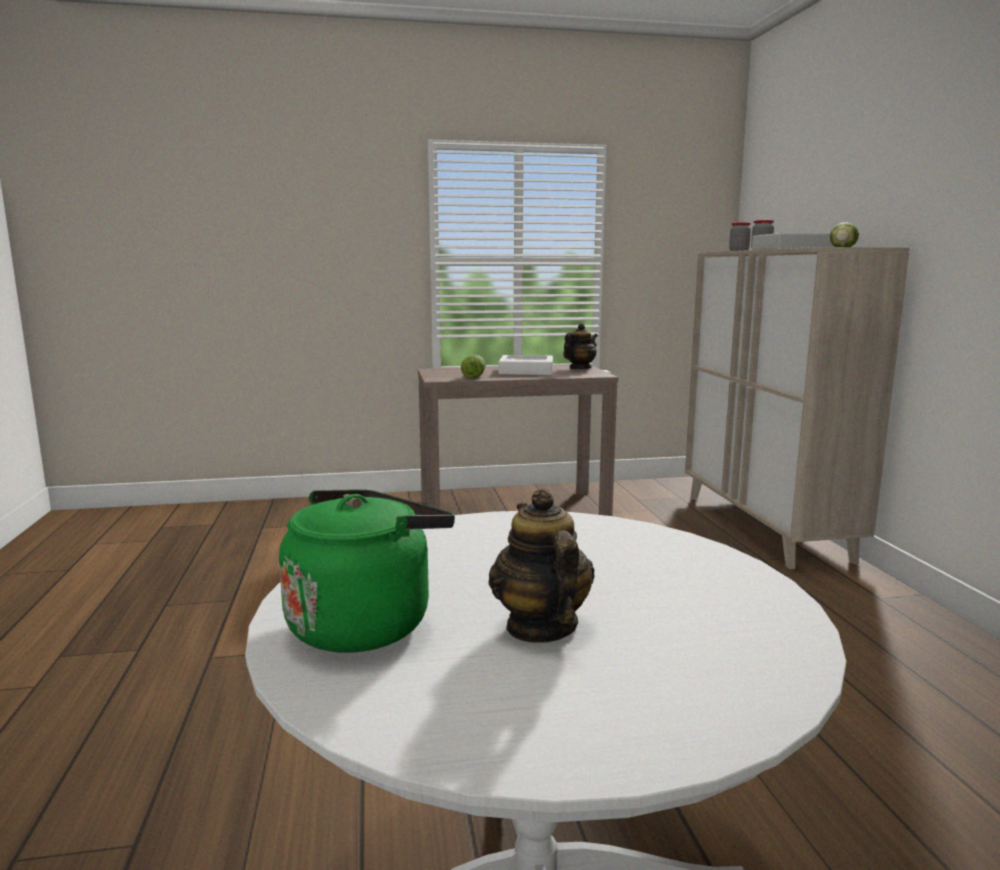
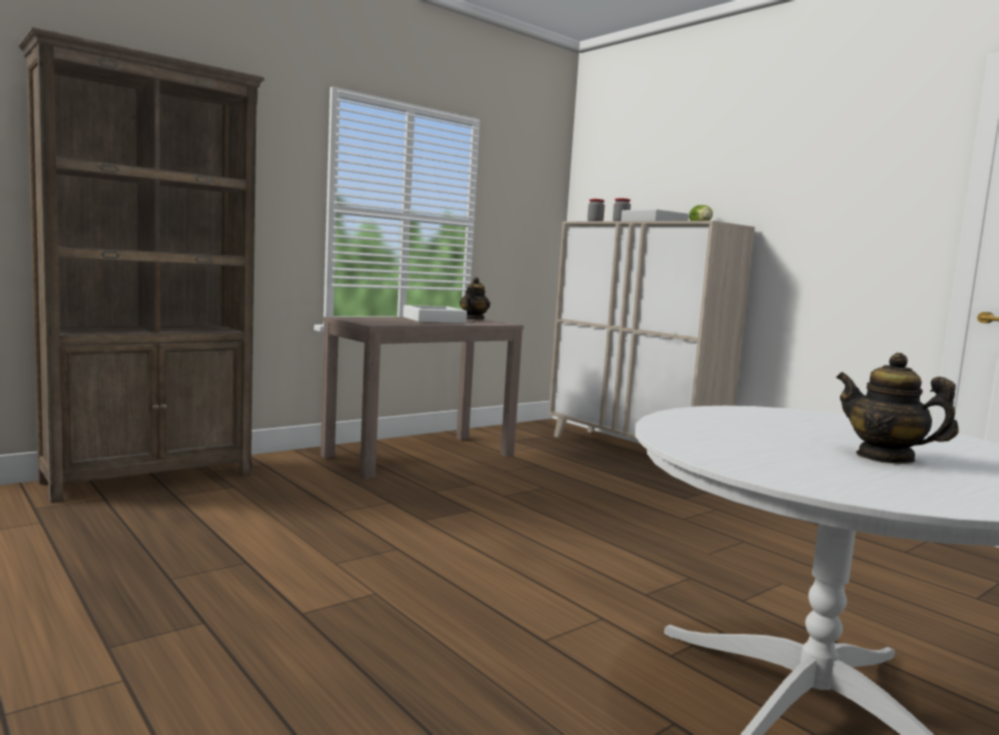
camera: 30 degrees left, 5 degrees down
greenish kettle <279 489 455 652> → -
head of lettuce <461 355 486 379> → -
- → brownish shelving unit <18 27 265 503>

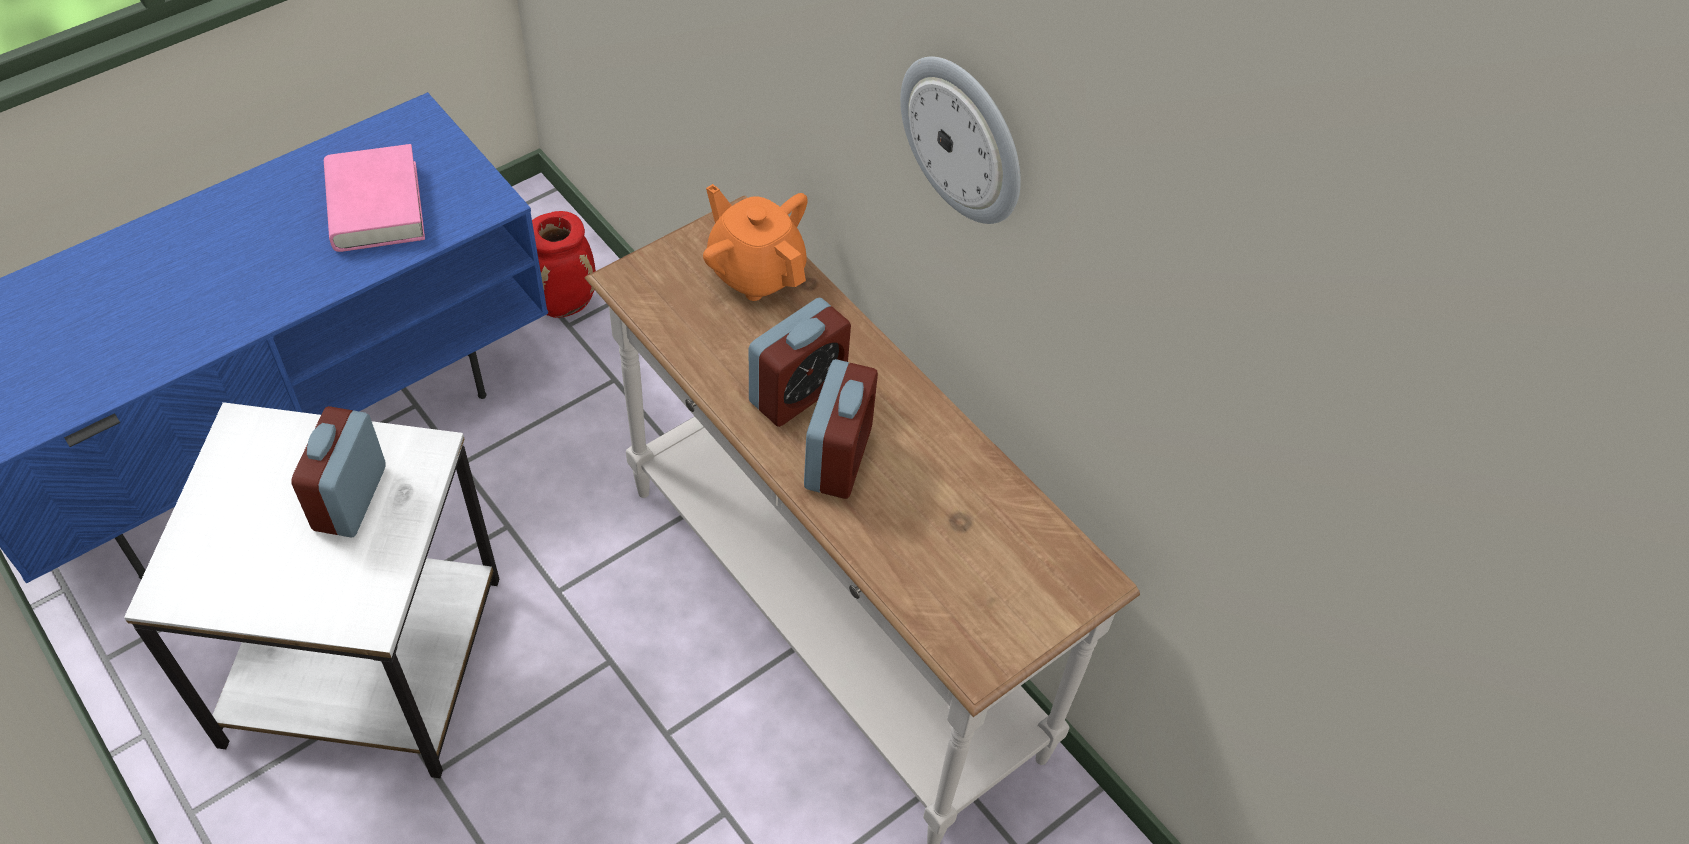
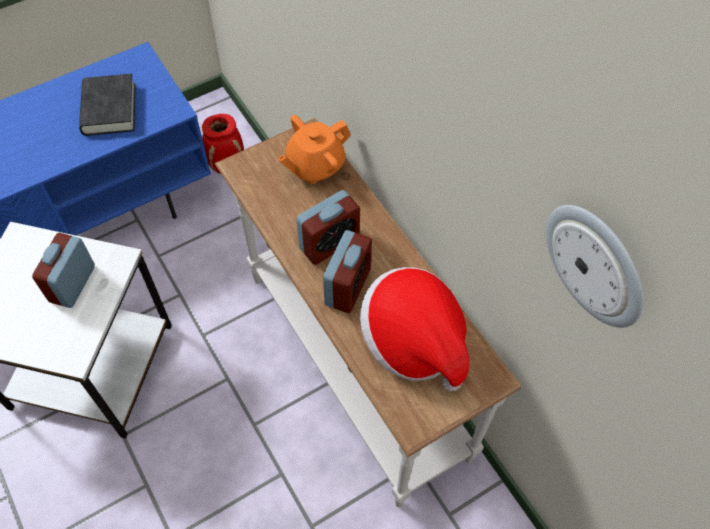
camera: 10 degrees right, 5 degrees up
- → wearable hat <360 267 470 391>
hanging clock <900 56 1021 224> → hanging clock <546 205 644 328>, relocated
pink-coloured book <324 144 425 252> → black book <79 74 135 136>
orangey pot for tea <703 184 808 301> → orangey pot for tea <277 115 351 184>, 90 degrees counterclockwise

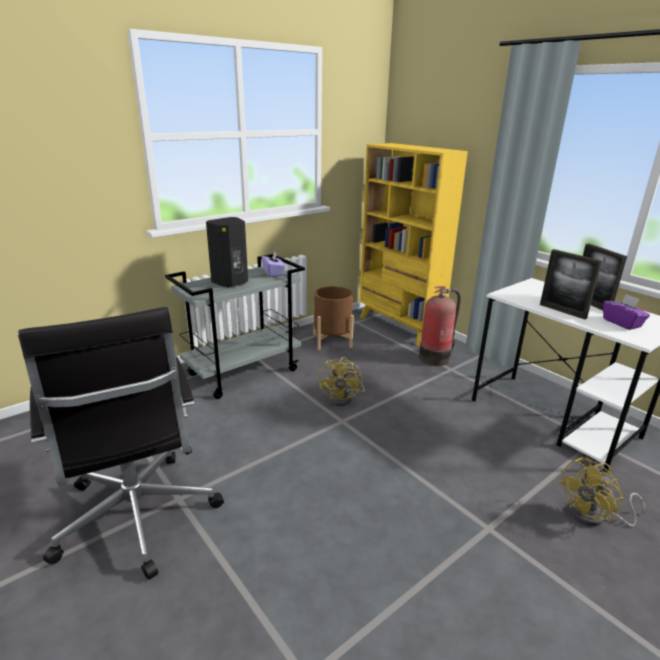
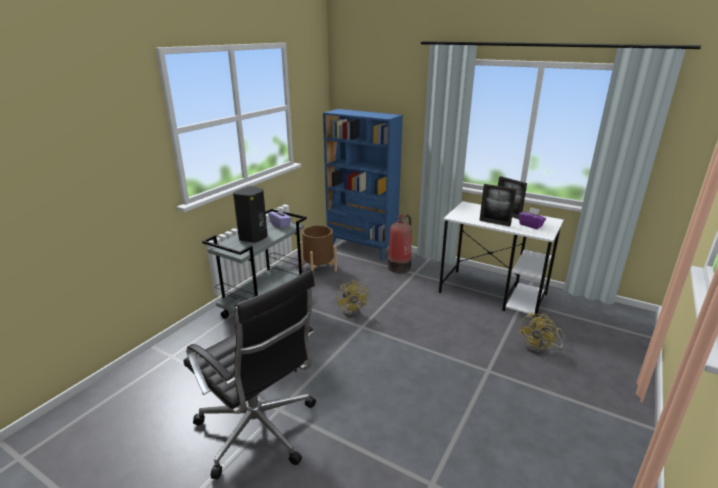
camera: 20 degrees left, 0 degrees up
yellow-coloured shelving unit <360 143 468 346> → bluish shelving unit <323 109 403 261>

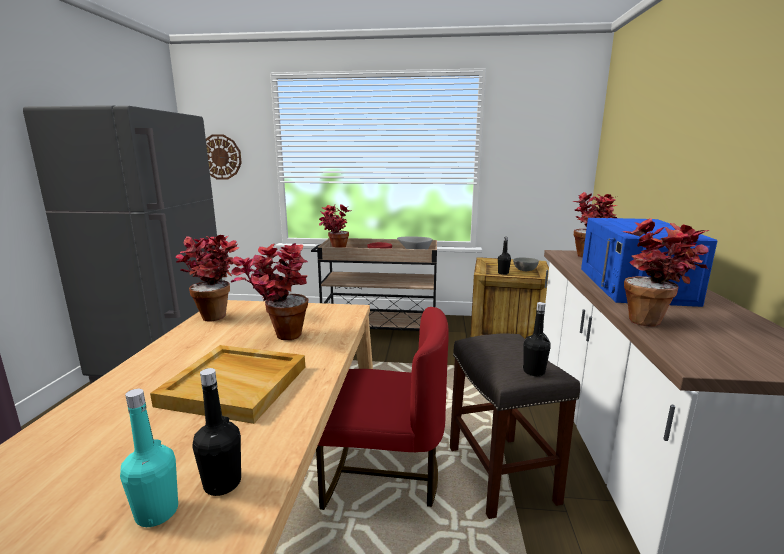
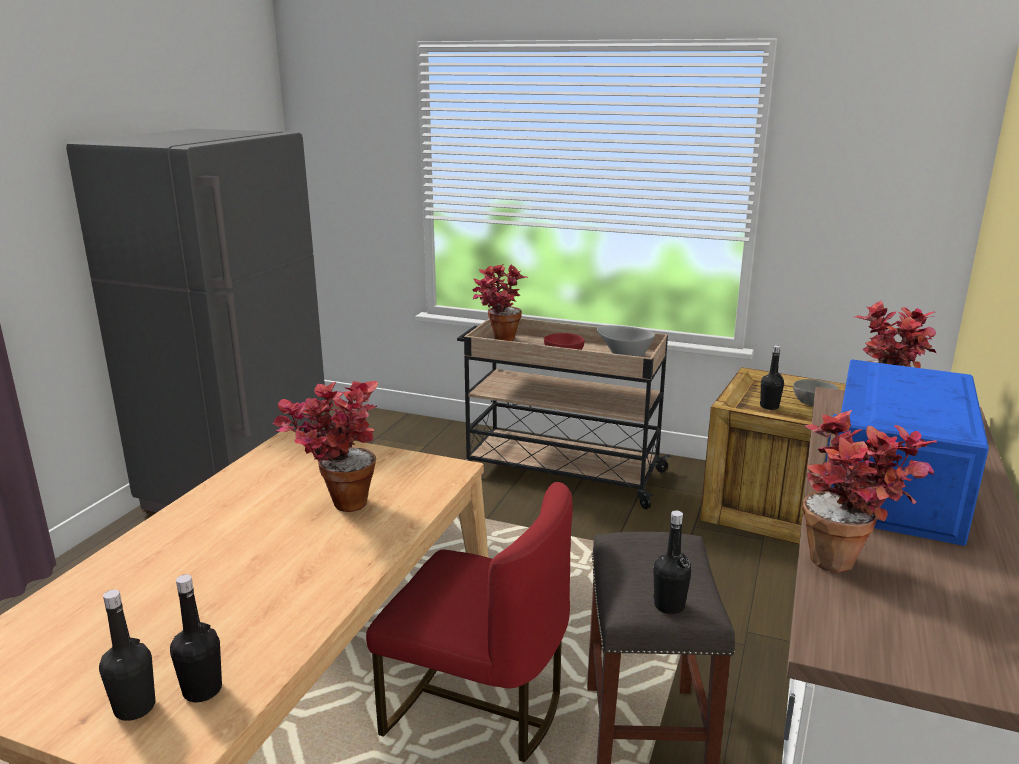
camera: 15 degrees right, 5 degrees up
sand-coloured carrying tray <150 345 305 424> → -
plant in a pot <176 235 239 322> → -
hanging clock <206 134 242 180> → -
turquoise beverage bottle <120 389 178 527> → black beverage bottle <99 589 155 721>

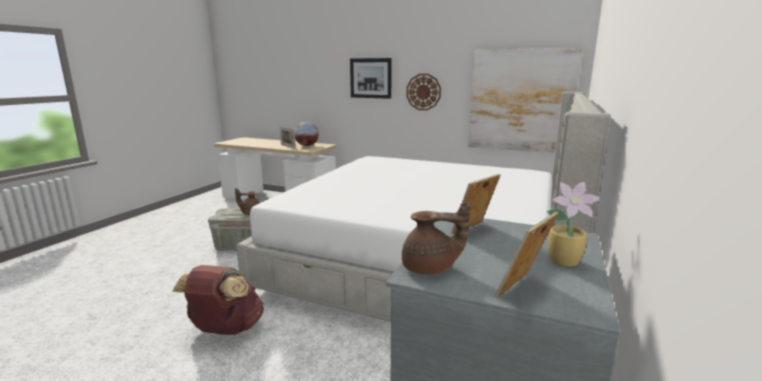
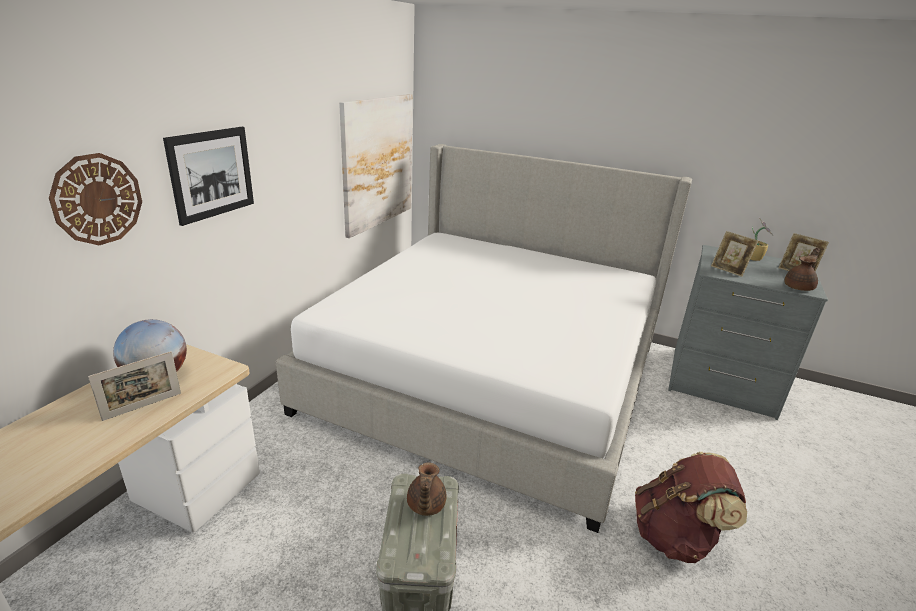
camera: 90 degrees left, 10 degrees up
hanging clock <406 74 441 110> → hanging clock <49 153 142 245>, relocated
brownish pot for tea <402 202 470 275> → brownish pot for tea <784 247 820 291>, 45 degrees clockwise

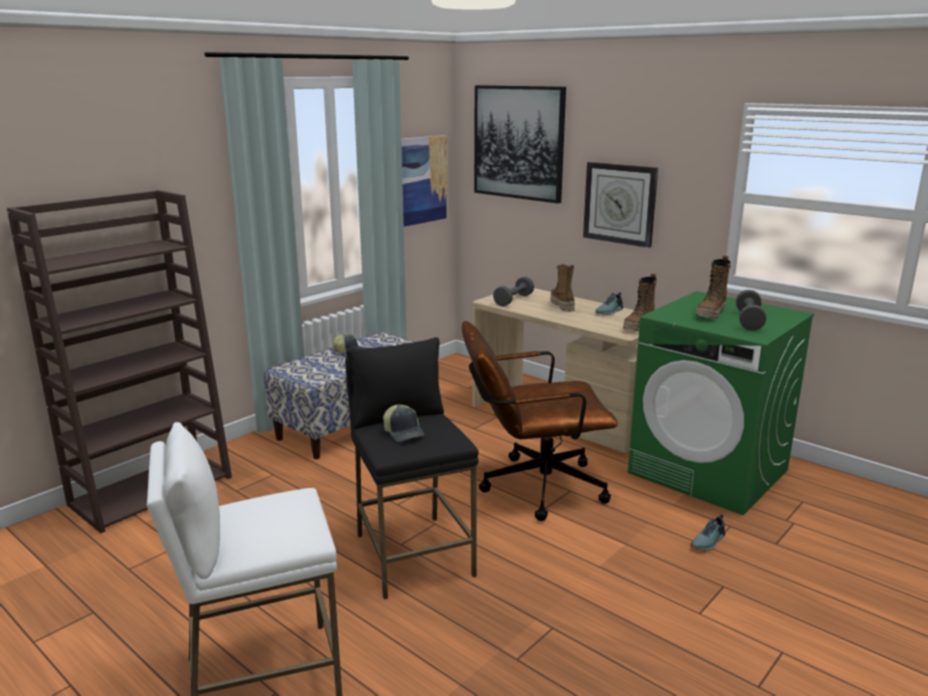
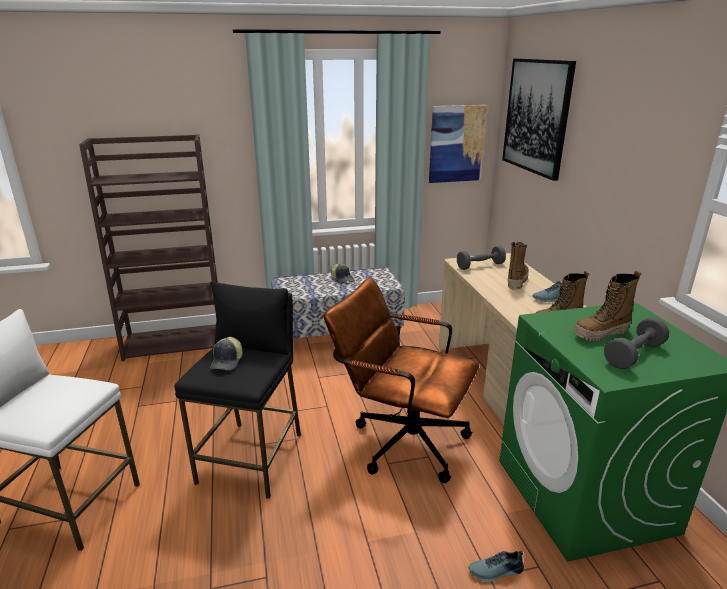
camera: 35 degrees right, 5 degrees up
hanging clock <583 162 658 248> → -

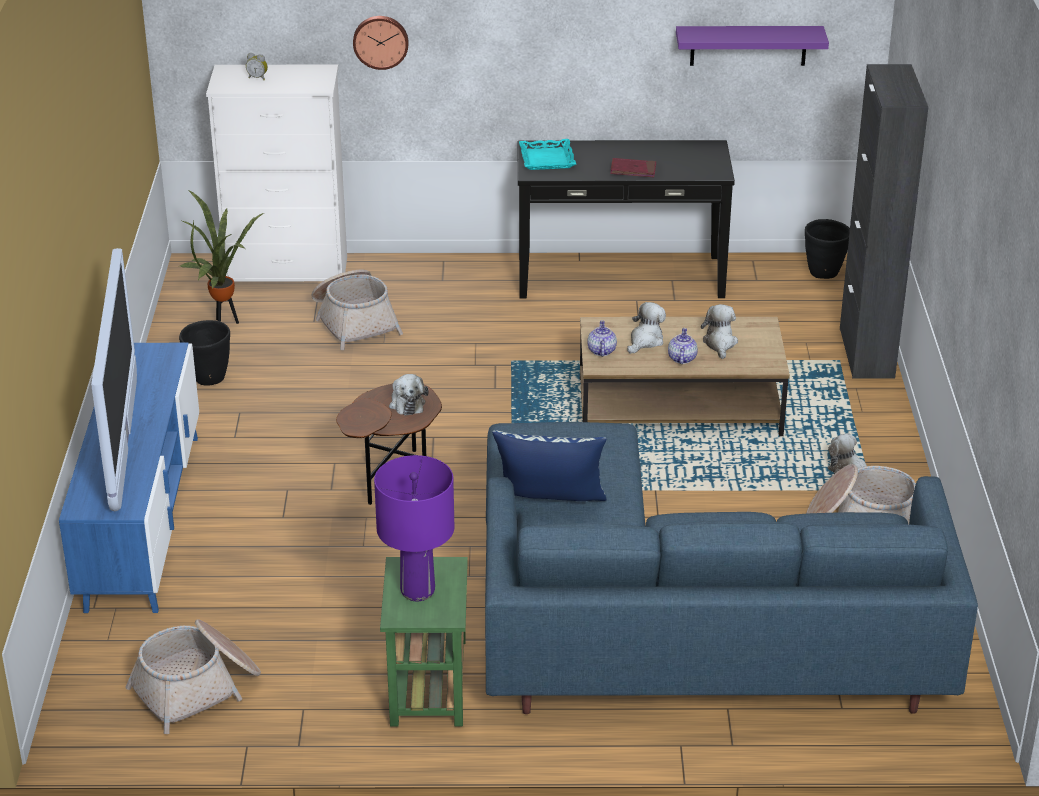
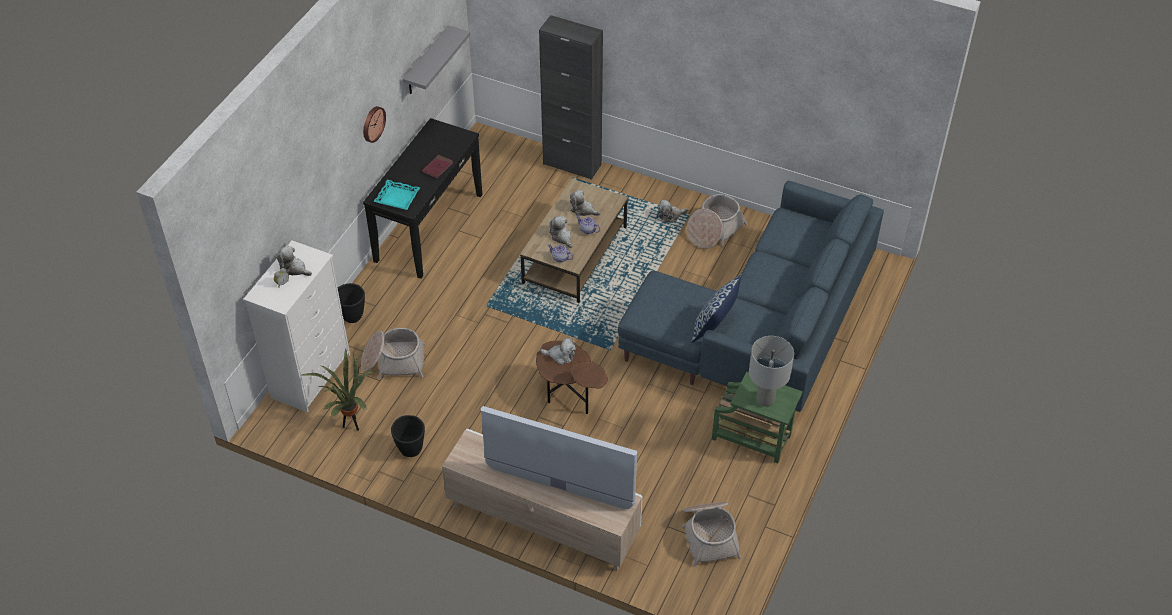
camera: 65 degrees left, 15 degrees up
- → soft toy <277 245 312 276>
hanging clock <353 16 409 70> → hanging clock <363 106 386 143>, relocated
black flower pot <805 219 850 279> → black flower pot <338 283 365 323>, relocated
bluish media console <59 343 199 613> → sand-coloured media console <442 429 642 571>
purple-coloured table lamp <374 455 454 601> → gray table lamp <749 336 794 407>
purple-coloured bracket shelf <676 26 829 66> → gray bracket shelf <403 25 470 94>

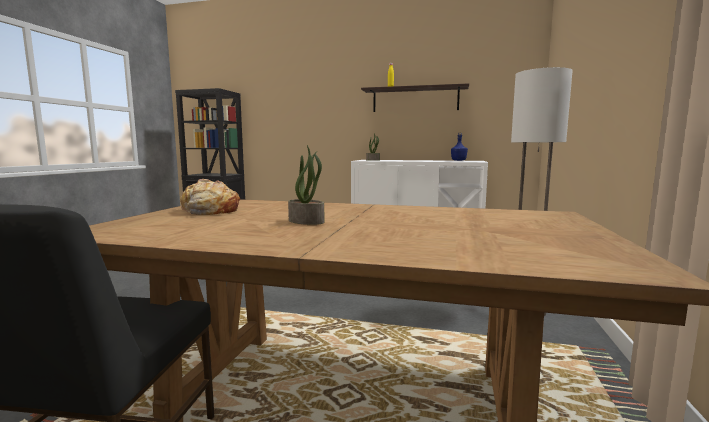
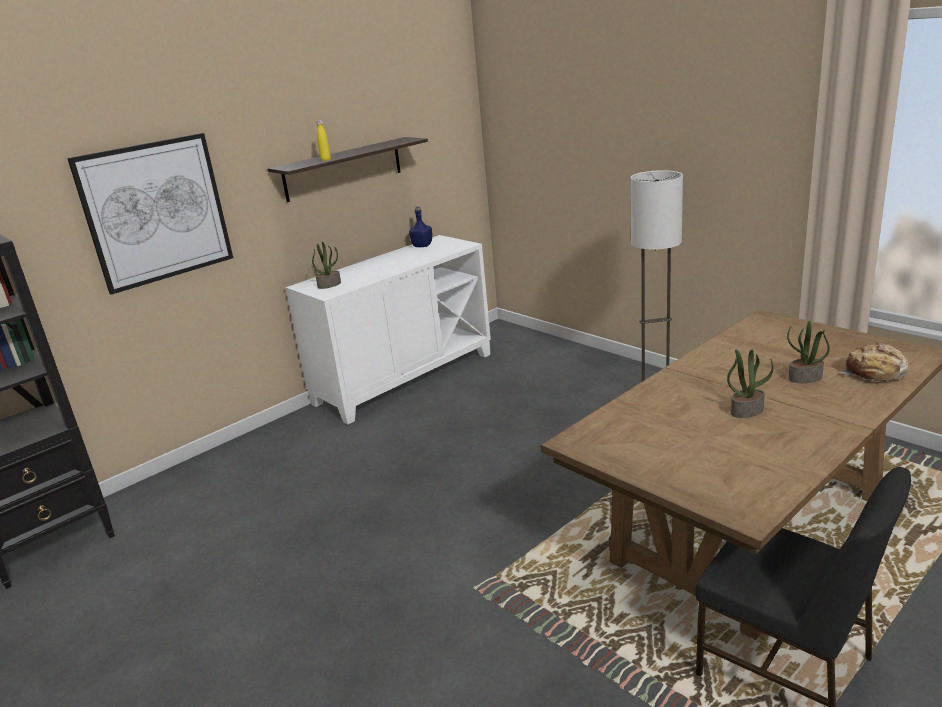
camera: 55 degrees left, 15 degrees up
- → wall picture <67 133 233 295>
- → plant in a pot <787 321 830 383>
baked bread <179 179 240 215> → baked bread <841 342 909 383>, relocated

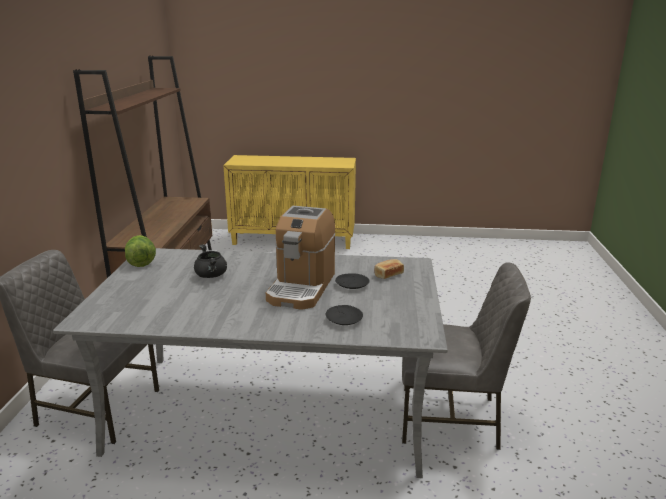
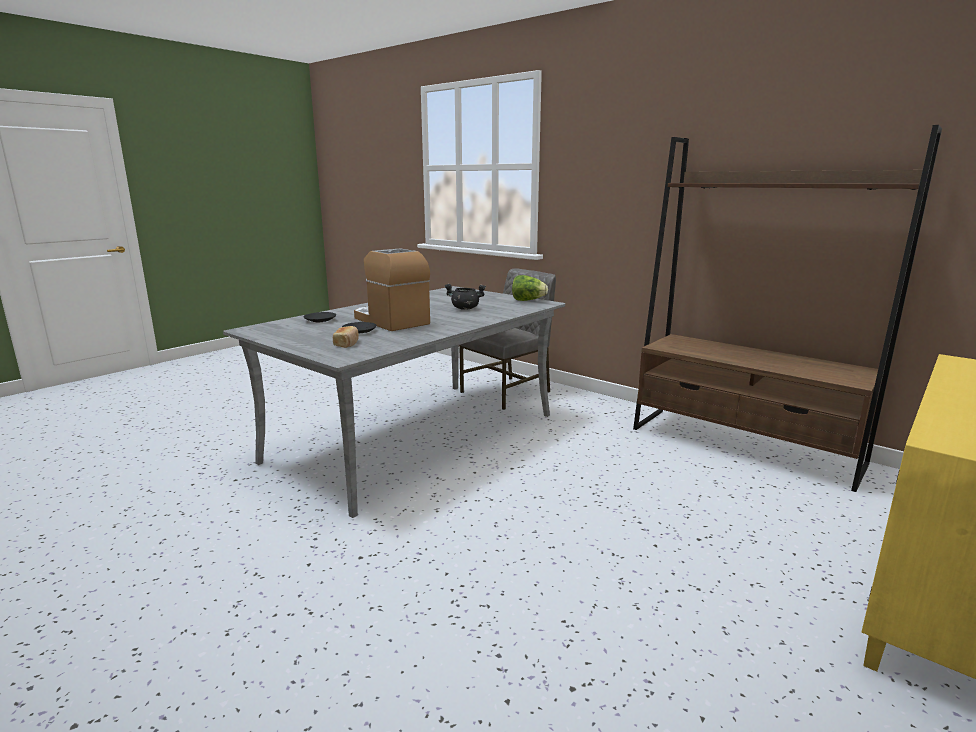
camera: 125 degrees right, 5 degrees down
gray chair <402 262 531 450> → -

